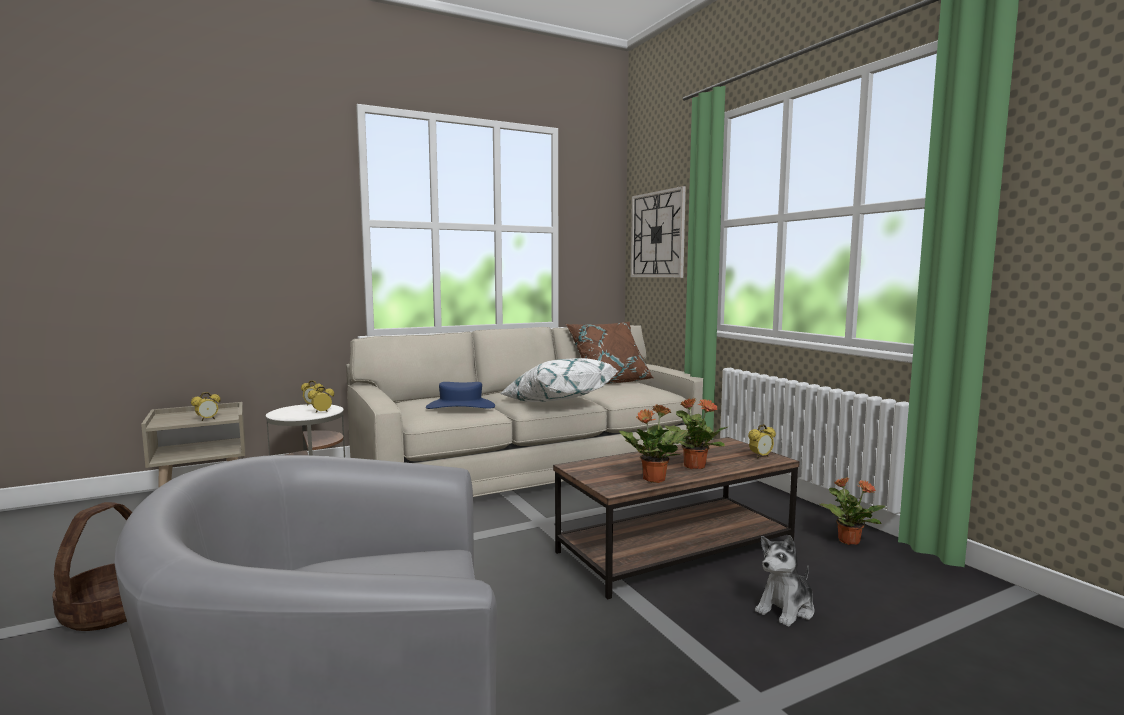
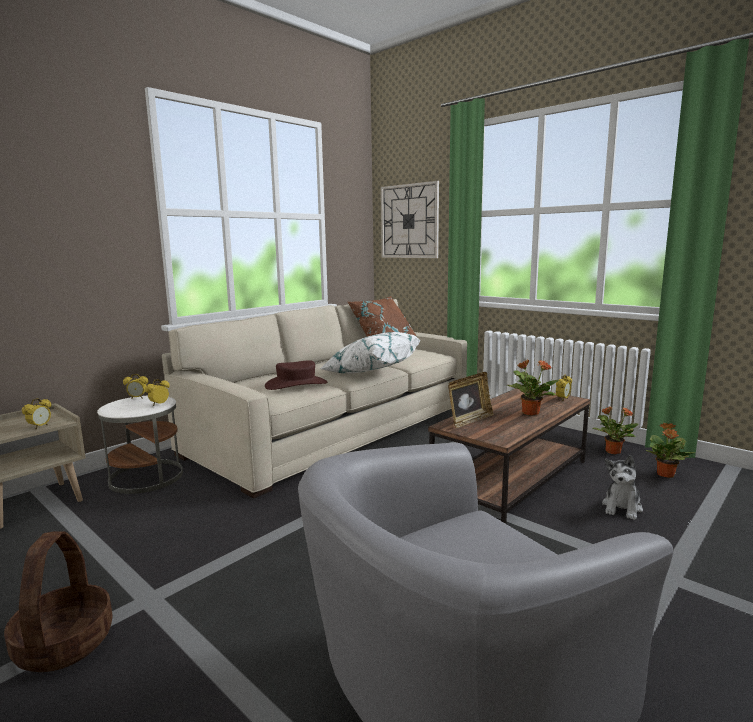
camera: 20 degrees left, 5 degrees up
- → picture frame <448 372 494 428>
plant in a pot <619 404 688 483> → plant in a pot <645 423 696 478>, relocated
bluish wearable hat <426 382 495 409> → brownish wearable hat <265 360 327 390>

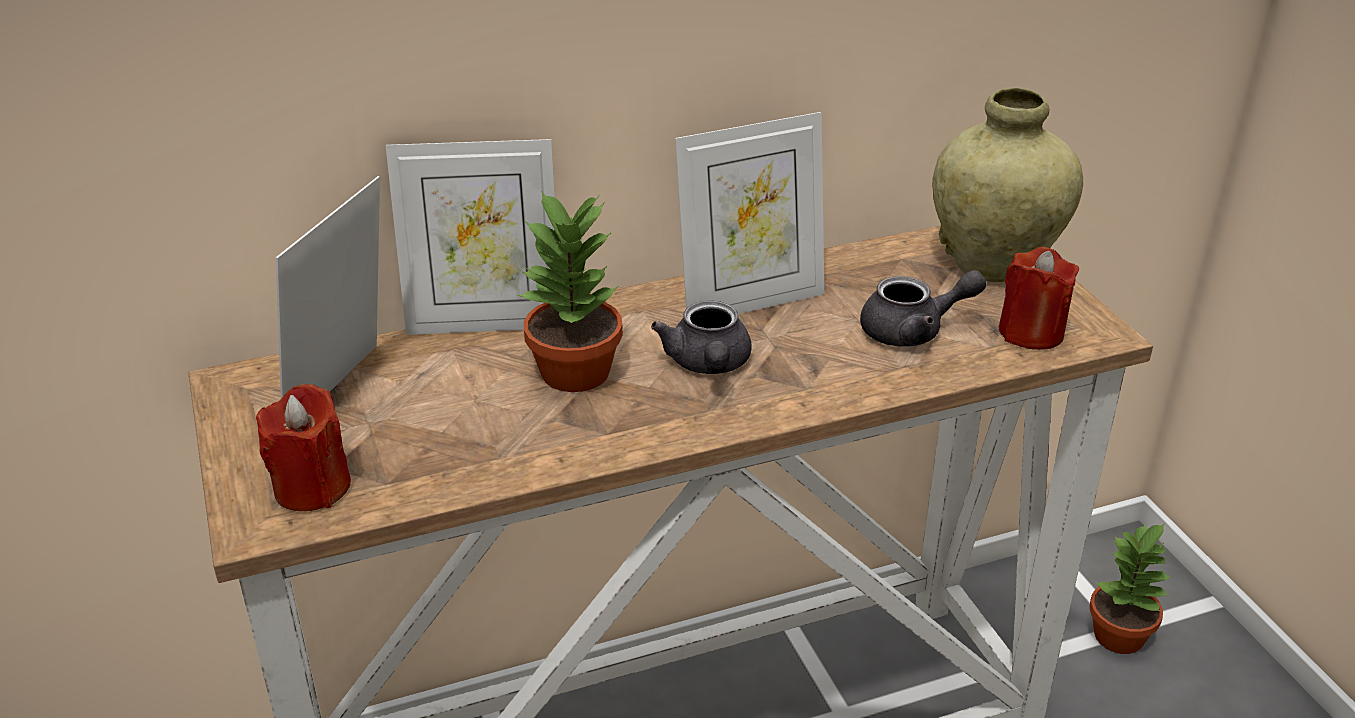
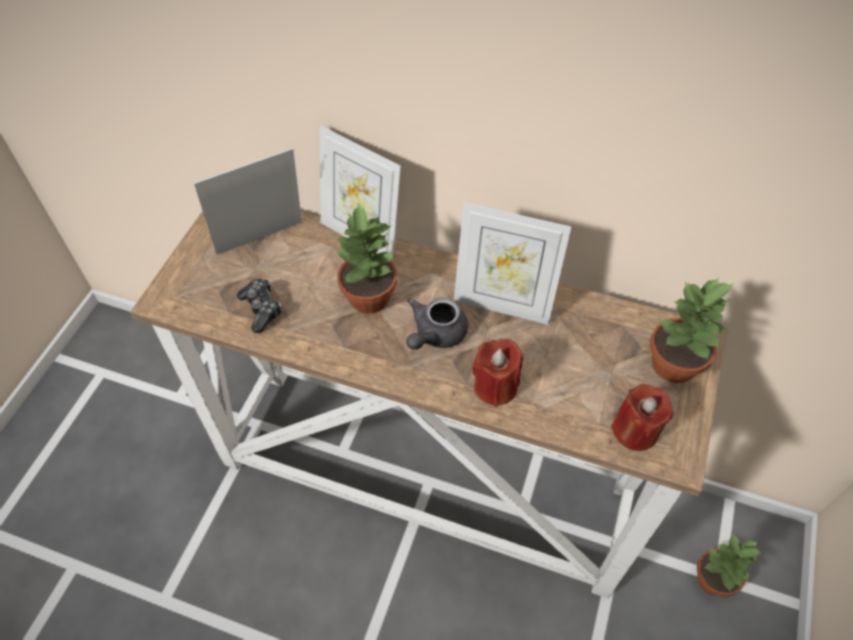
camera: 40 degrees right, 20 degrees up
gray pot for tea <860 270 987 347> → -
- → joypad <237 279 281 333>
reddish wax light <256 384 351 511> → reddish wax light <472 339 523 407>, relocated
sand-coloured vase <932 88 1083 282> → plant in a pot <650 277 734 383>

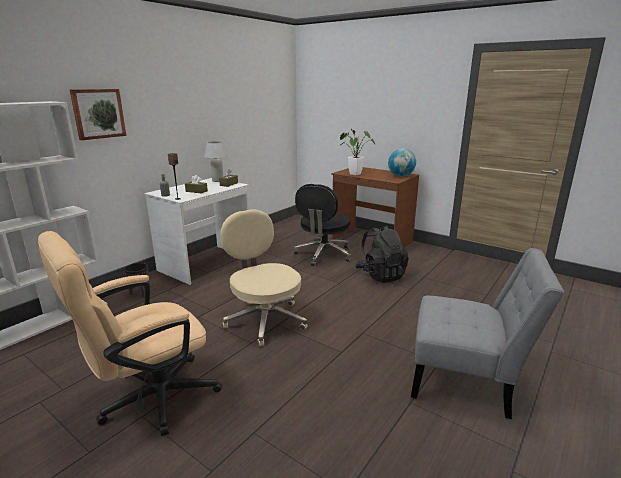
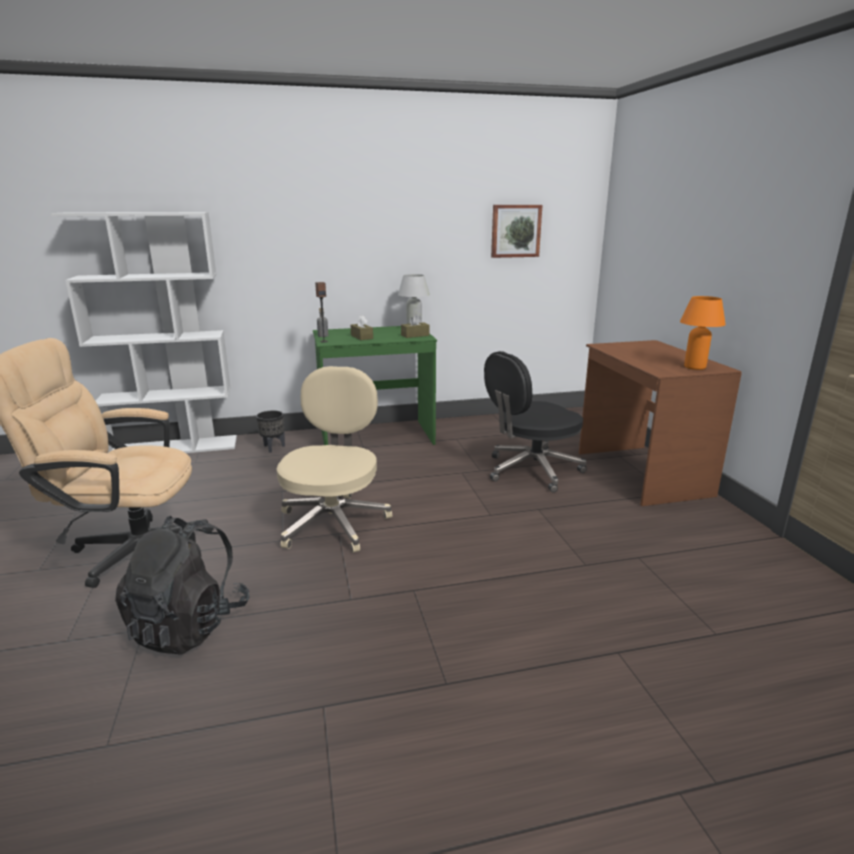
camera: 40 degrees right, 0 degrees up
plant in a pot <339 129 375 175> → -
gray chair <411 248 564 419> → -
wall picture <69 89 126 140> → wall picture <491 205 542 258>, relocated
black rucksack <355 226 409 283> → black rucksack <115 516 250 654>, relocated
desk globe <388 149 416 177> → orangey table lamp <680 296 726 370>
white-coloured desk unit <144 178 248 285> → greenish desk unit <313 326 437 445>

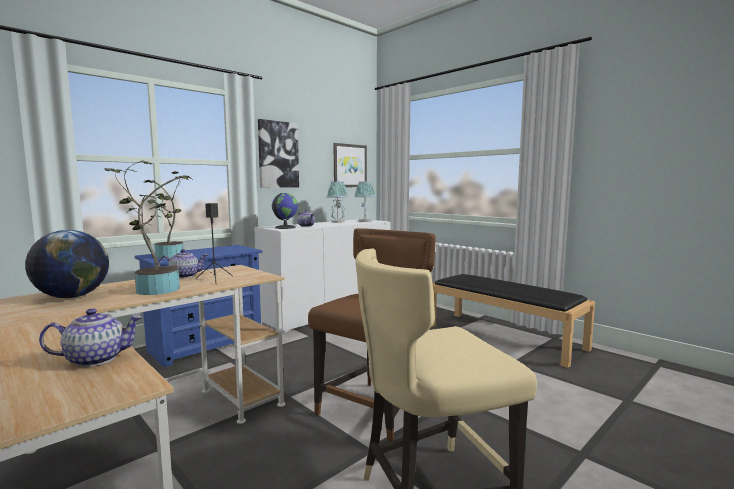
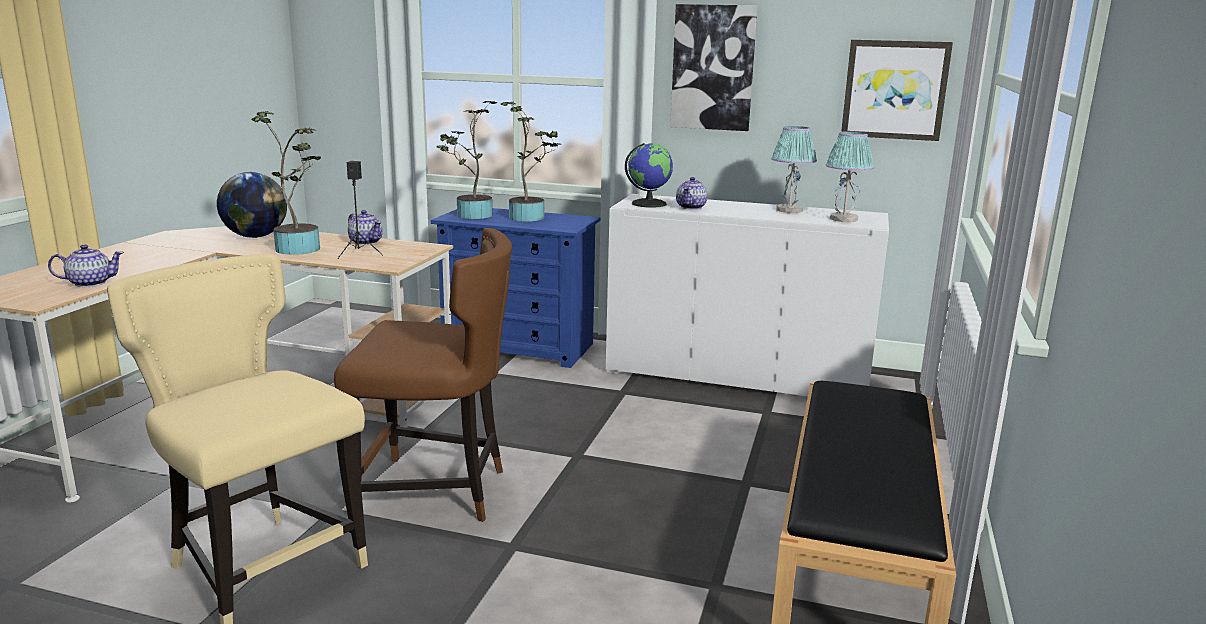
camera: 60 degrees right, 10 degrees up
- → plant in a pot <501 102 561 222>
pot for tea <39 308 143 367> → pot for tea <48 245 124 287>, 60 degrees counterclockwise

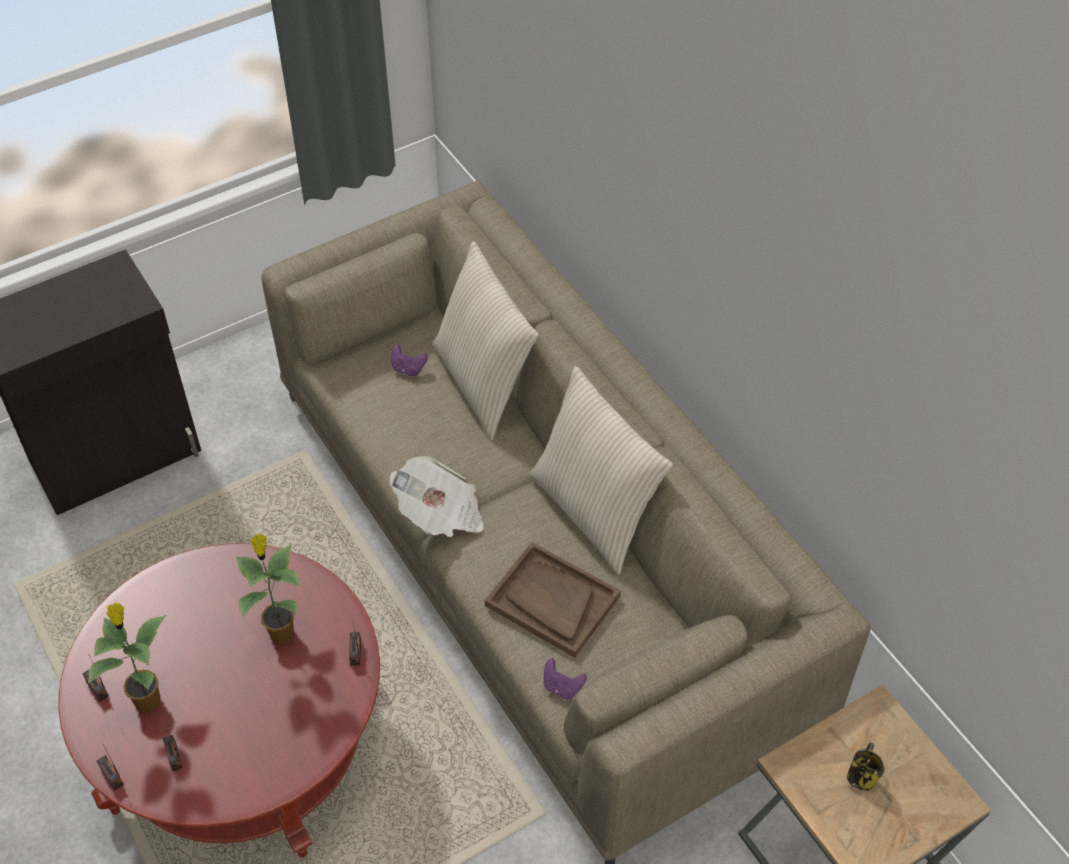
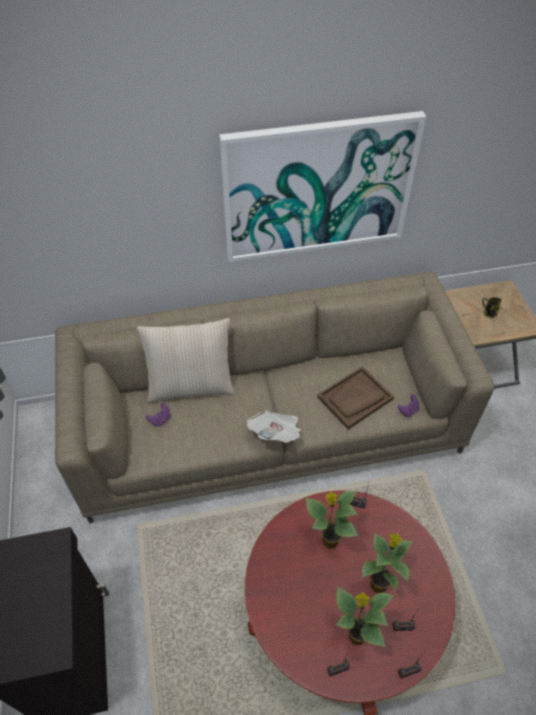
camera: 70 degrees left, 0 degrees up
sand-coloured pillow <530 366 673 575> → -
- → wall picture <220 111 426 262>
- → plant in a pot <362 533 413 593>

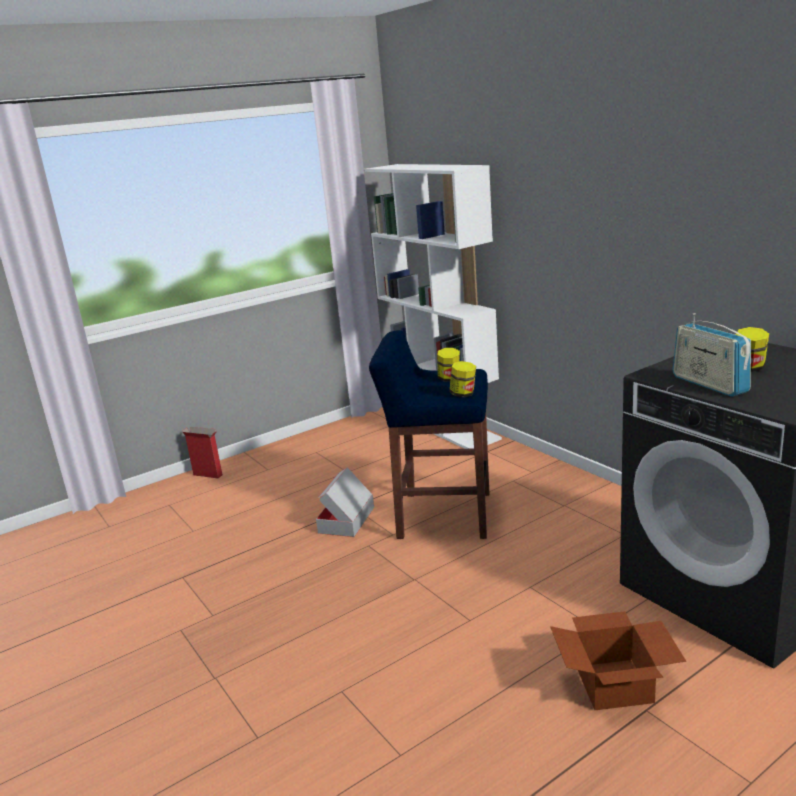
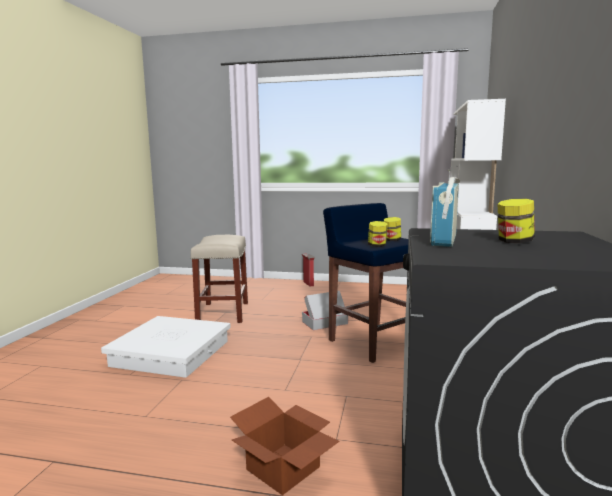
camera: 45 degrees right, 10 degrees down
- → white-coloured storage container <101 316 231 378>
- → sand-coloured sitting stool <191 235 248 323>

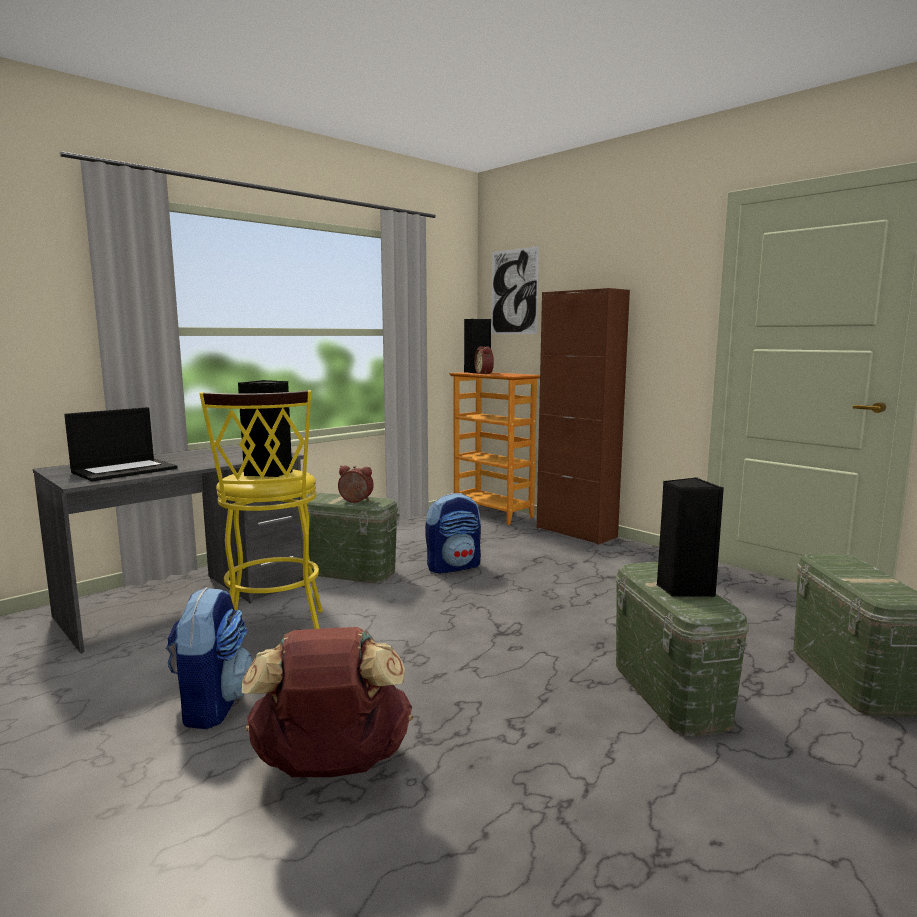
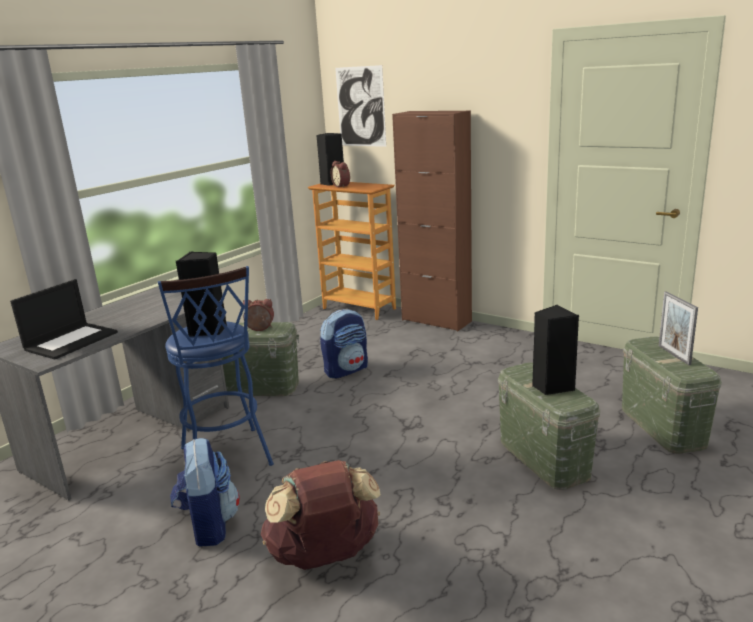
camera: 10 degrees left, 10 degrees up
- → picture frame <659 291 698 365>
yellow-coloured sitting stool <199 390 323 629> → bluish sitting stool <158 266 274 466>

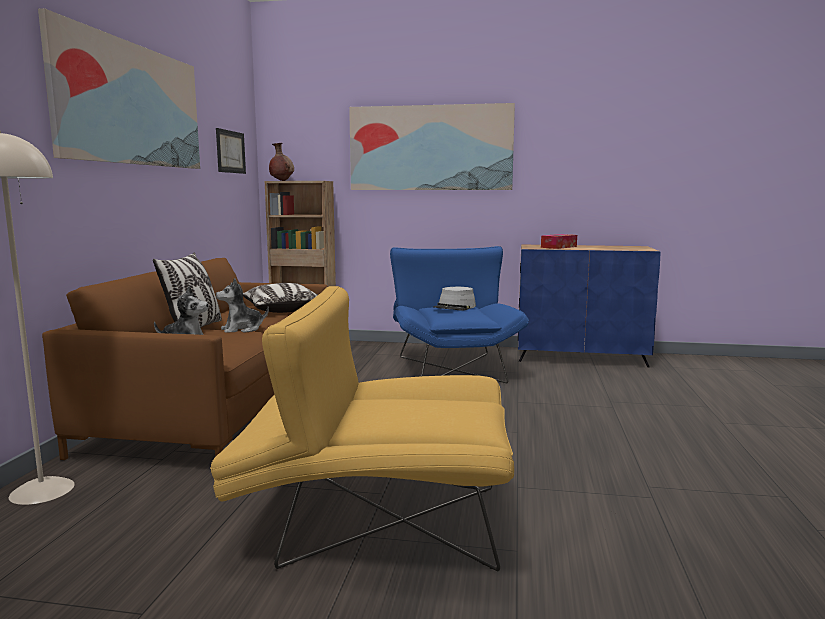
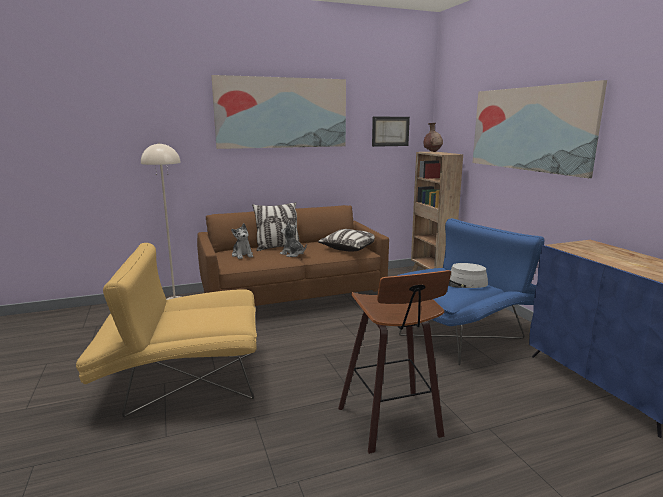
camera: 60 degrees right, 5 degrees up
box of tissues <541 234 577 249> → -
- → sitting stool <338 270 451 454>
yellow-coloured armchair <210 286 514 572> → yellow-coloured armchair <76 243 257 417>, 75 degrees counterclockwise

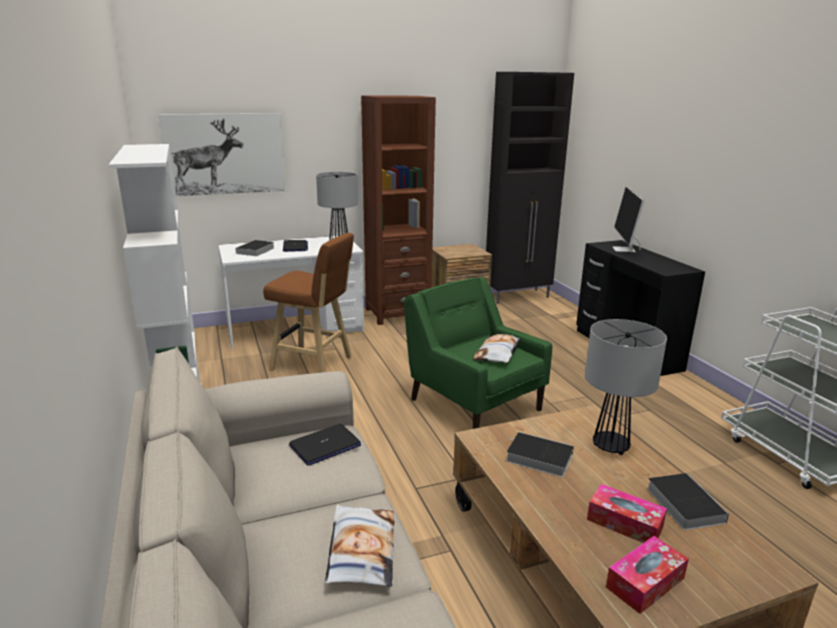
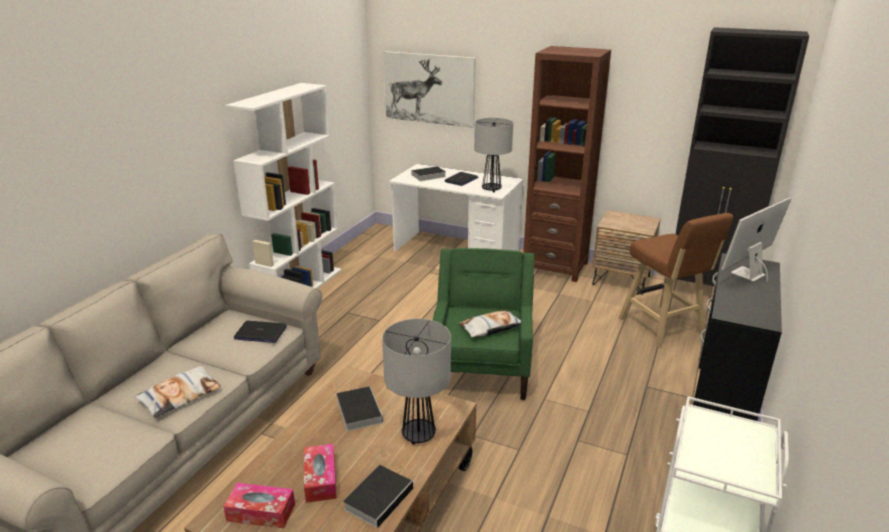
camera: 45 degrees right, 5 degrees up
brownish sitting stool <263 233 354 373> → brownish sitting stool <619 213 733 348>, relocated

